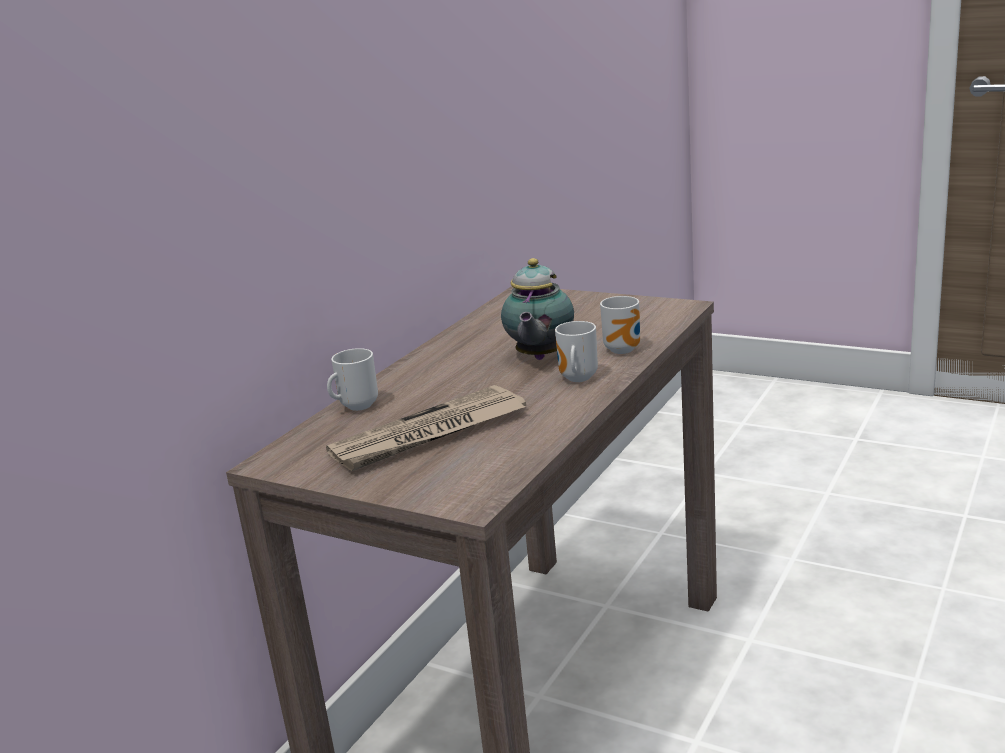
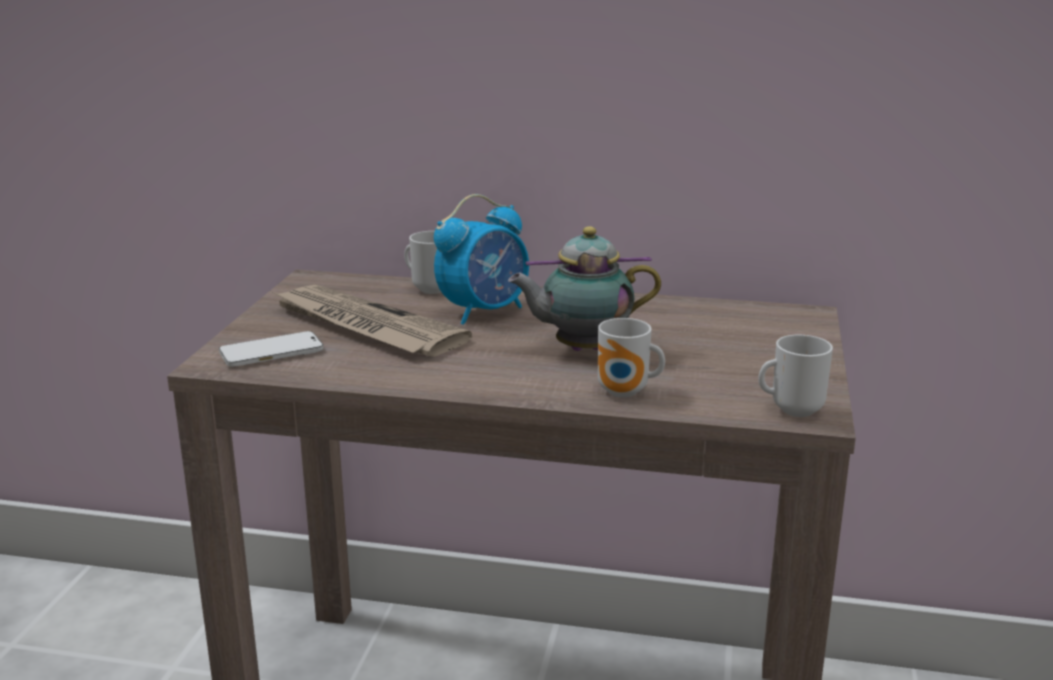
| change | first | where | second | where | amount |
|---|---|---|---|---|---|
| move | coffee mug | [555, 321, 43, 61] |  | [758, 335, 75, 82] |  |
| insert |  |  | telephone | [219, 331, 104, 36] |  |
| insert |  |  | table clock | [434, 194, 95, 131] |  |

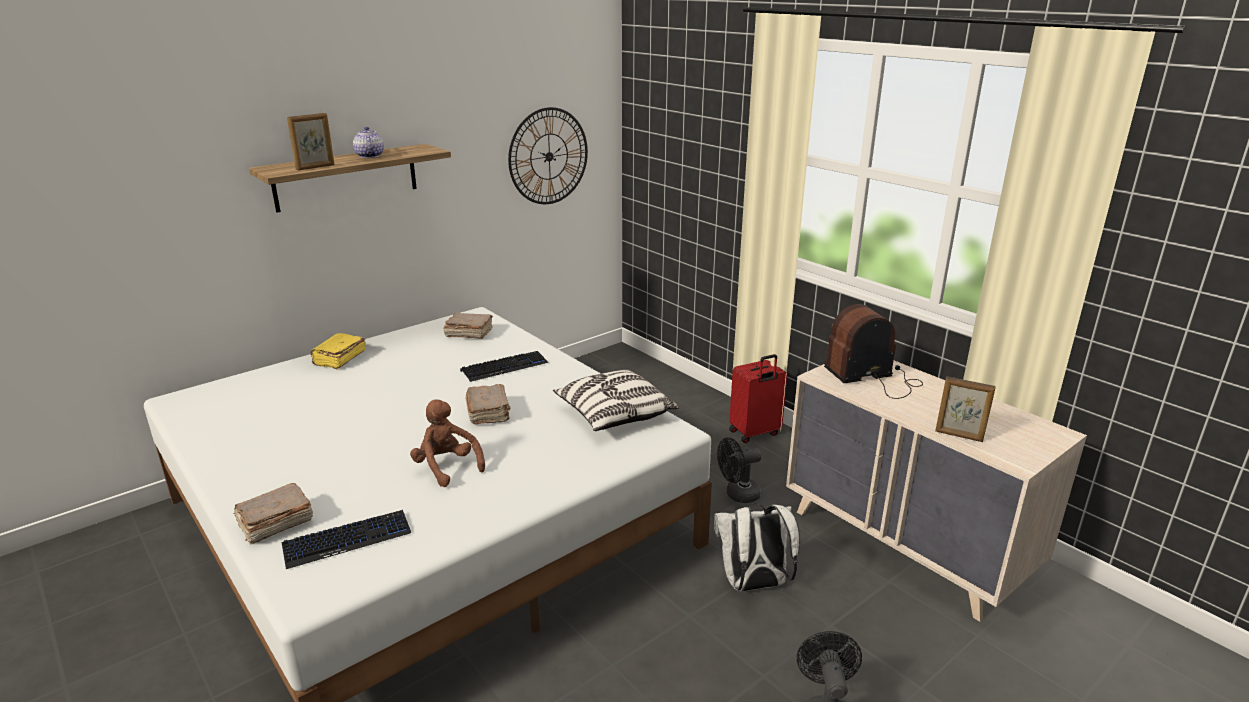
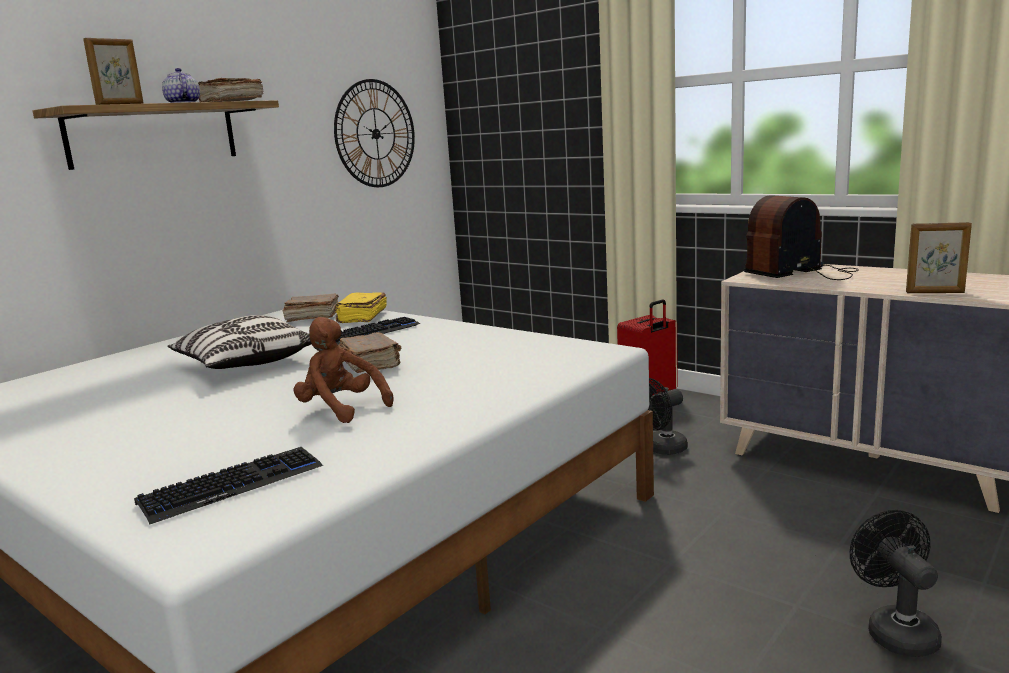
| change | first | where | second | where | amount |
|---|---|---|---|---|---|
| move | brownish volume | [234, 483, 79, 62] |  | [198, 78, 65, 24] |  |
| move | yellow-coloured volume | [311, 333, 55, 37] |  | [335, 292, 52, 31] |  |
| move | throw pillow | [553, 370, 126, 61] |  | [167, 315, 145, 54] |  |
| delete | white backpack | [714, 503, 86, 88] |  |  |  |

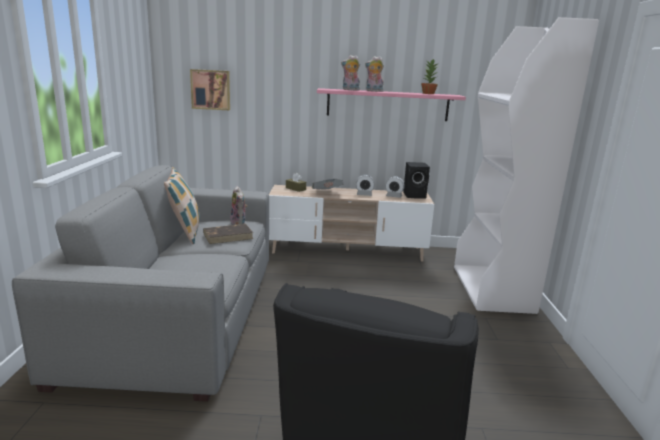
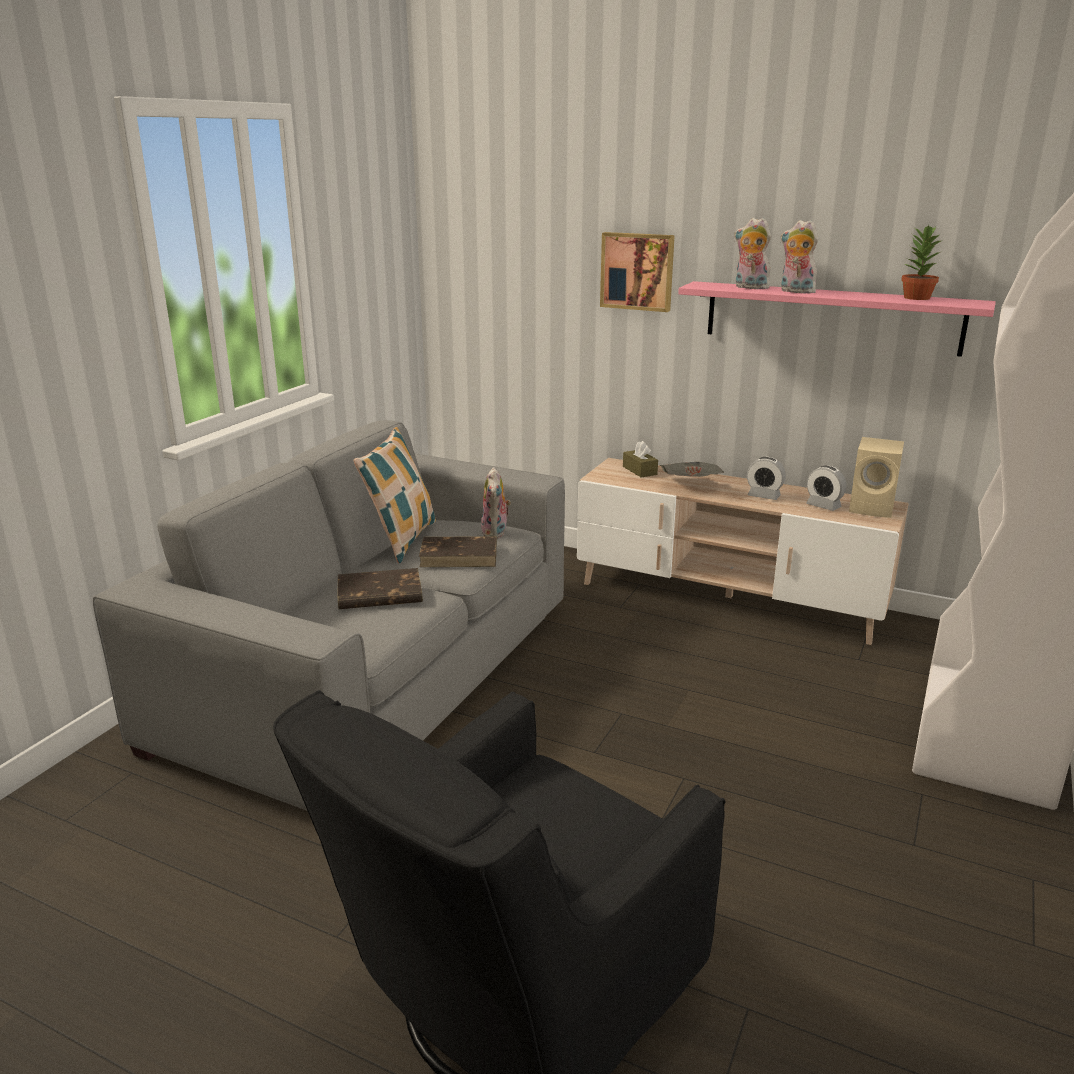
| change | first | where | second | where | amount |
|---|---|---|---|---|---|
| move | wall art | [190, 69, 40, 41] |  | [600, 232, 75, 80] |  |
| recolor | black speaker | [403, 162, 27, 37] | beige-coloured speaker | [849, 437, 55, 81] |  |
| insert |  |  | brownish volume | [338, 568, 85, 41] |  |

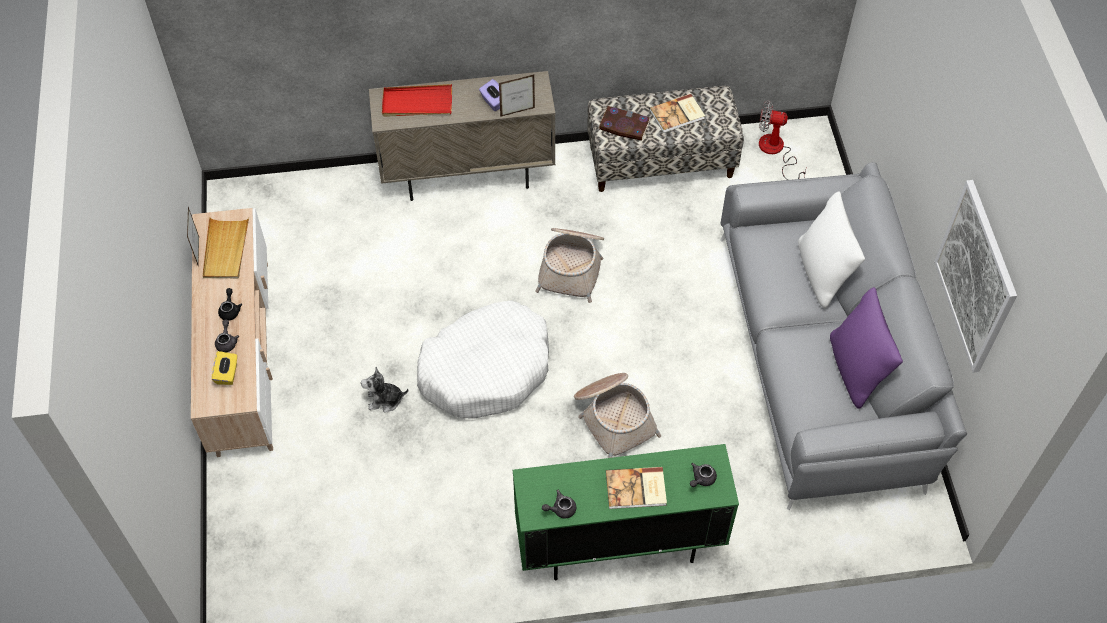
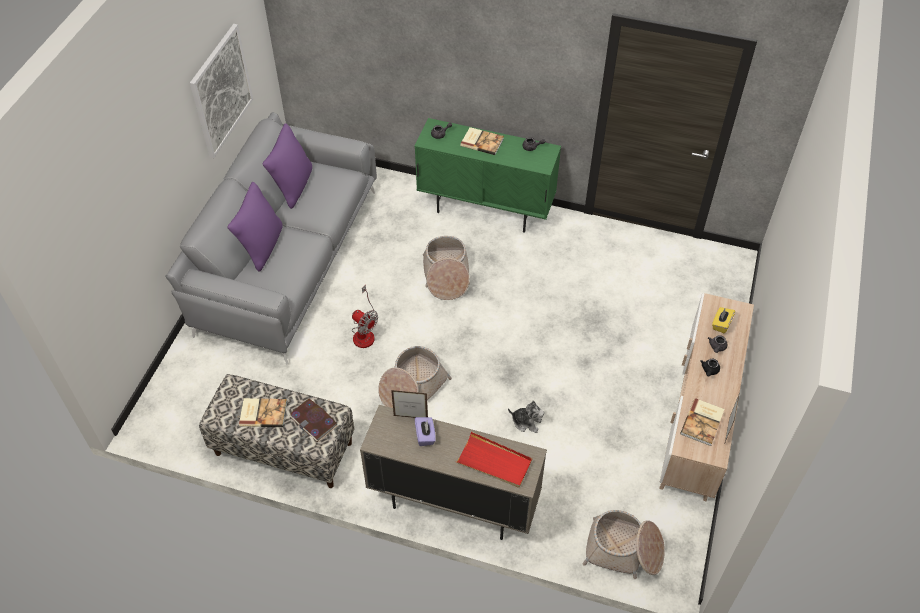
| change | first | where | second | where | amount |
|---|---|---|---|---|---|
| replace | beige-coloured carrying tray | [202, 217, 47, 61] | volume | [680, 398, 44, 48] |  |
| move | cuddly toy | [361, 367, 47, 46] |  | [508, 401, 36, 32] |  |
| delete | white dog bed | [417, 300, 132, 119] |  |  |  |
| move | cooling fan | [759, 101, 47, 79] |  | [352, 285, 26, 63] |  |
| recolor | white throw pillow | [798, 191, 67, 117] | purple-coloured throw pillow | [227, 182, 55, 90] |  |
| insert |  |  | basket | [583, 510, 82, 69] |  |

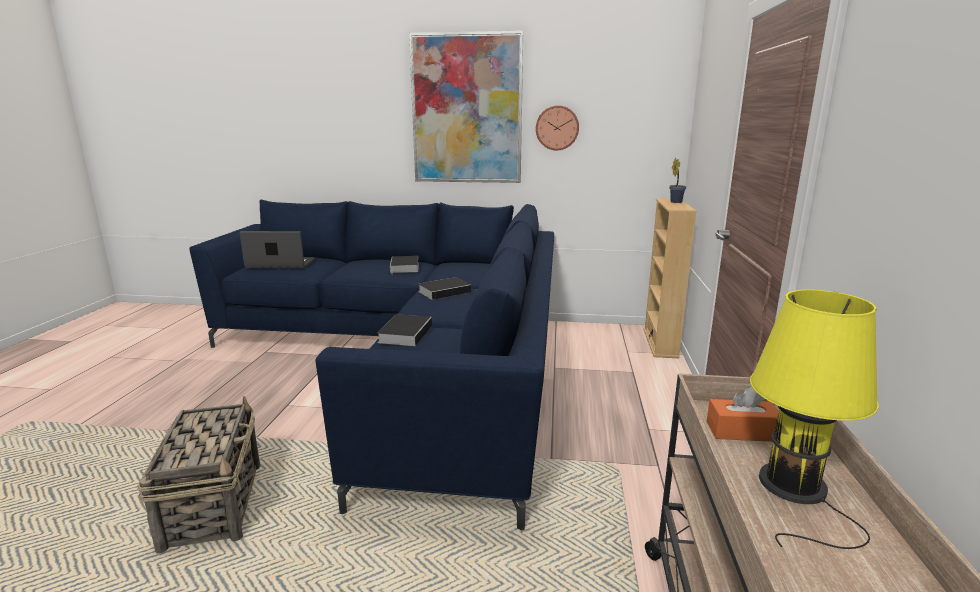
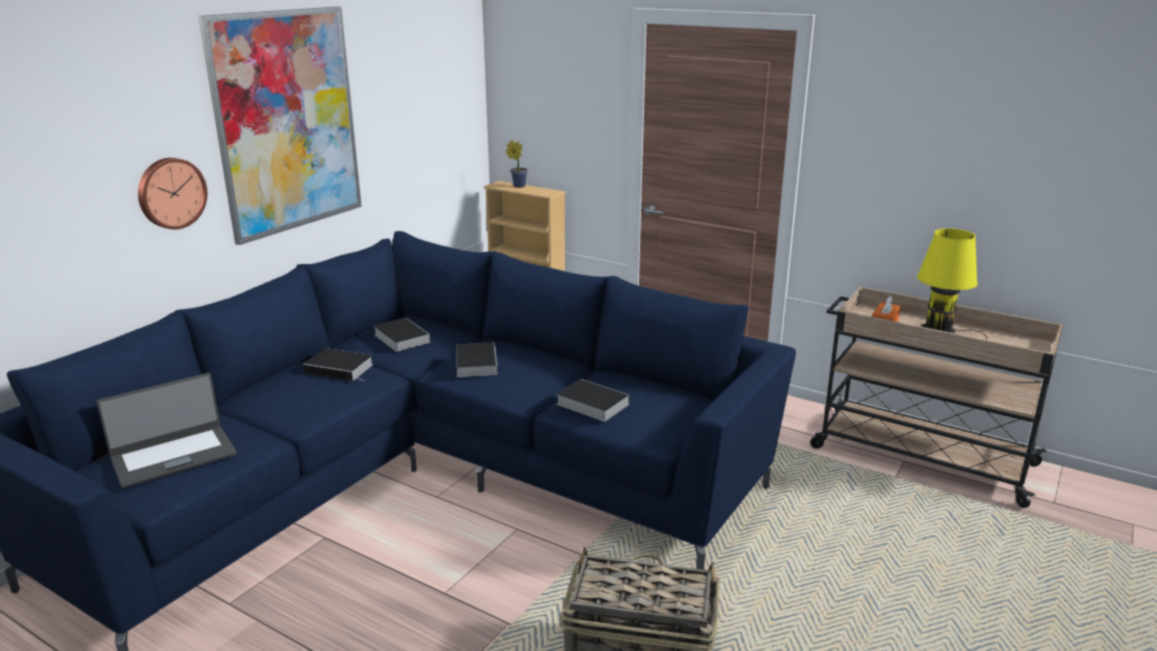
| change | first | where | second | where | amount |
|---|---|---|---|---|---|
| rotate | portable computer | [239, 231, 76, 37] |  | [96, 373, 141, 115] | 150 degrees counterclockwise |
| move | hanging clock | [536, 105, 43, 45] |  | [138, 158, 69, 71] |  |
| insert |  |  | volume | [373, 318, 57, 34] |  |

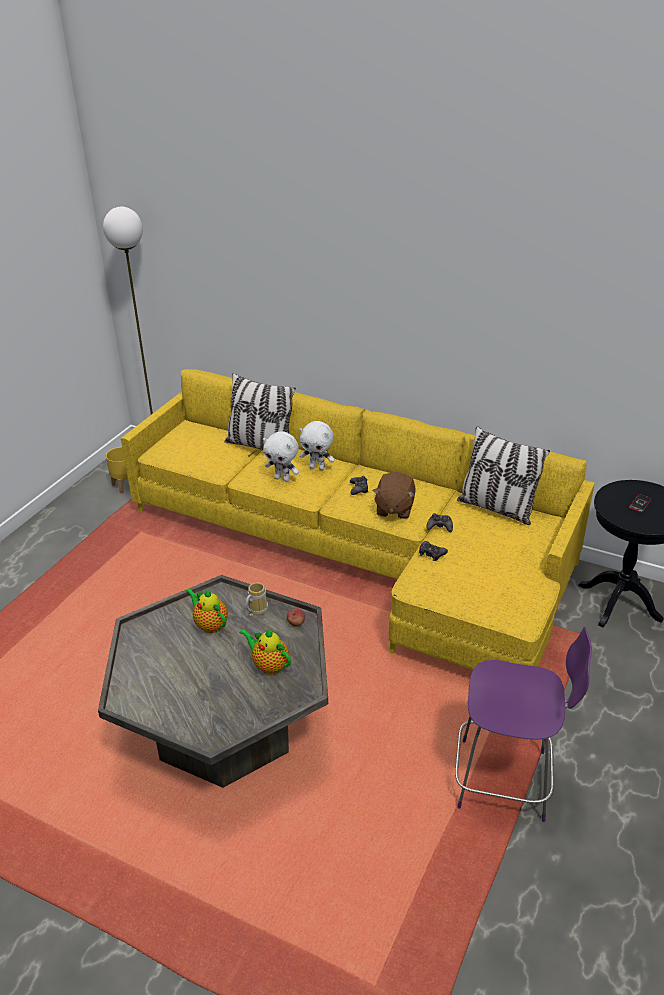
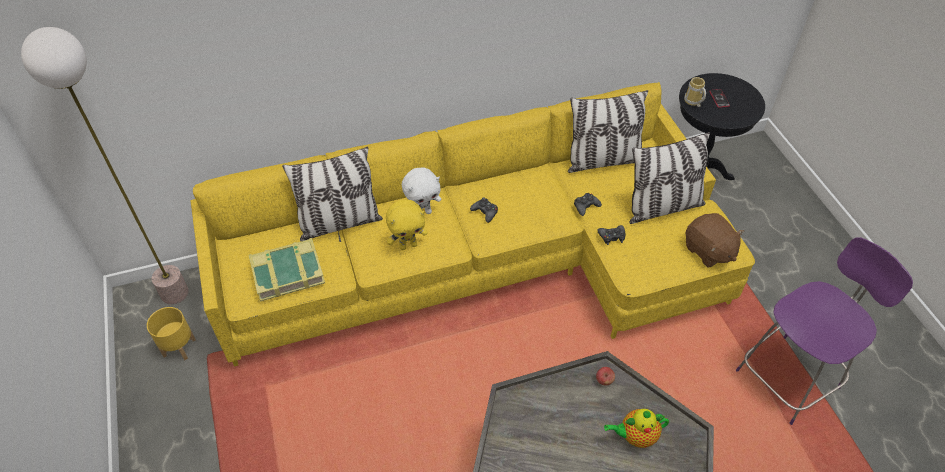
| change | first | where | second | where | amount |
|---|---|---|---|---|---|
| delete | pot for tea | [185, 588, 43, 45] |  |  |  |
| move | coffee mug | [245, 582, 24, 35] |  | [684, 77, 22, 30] |  |
| recolor | white cuddly toy | [263, 431, 36, 51] | yellow-coloured cuddly toy | [386, 200, 42, 50] |  |
| move | brownish cuddly toy | [373, 472, 42, 47] |  | [686, 213, 58, 55] |  |
| insert |  |  | volume | [249, 238, 76, 64] |  |
| insert |  |  | throw pillow | [629, 132, 81, 92] |  |

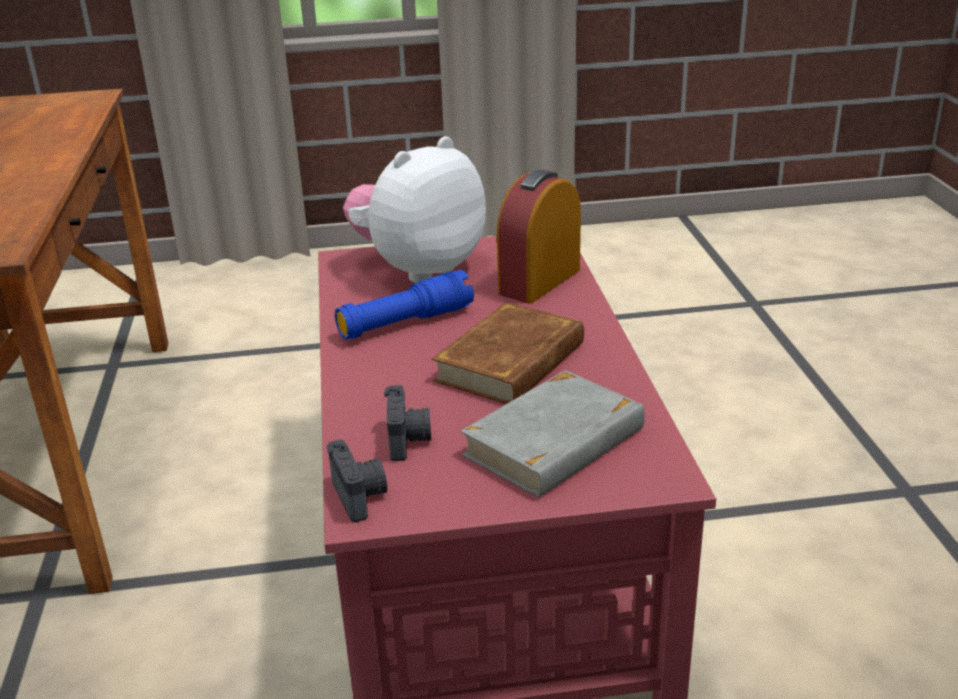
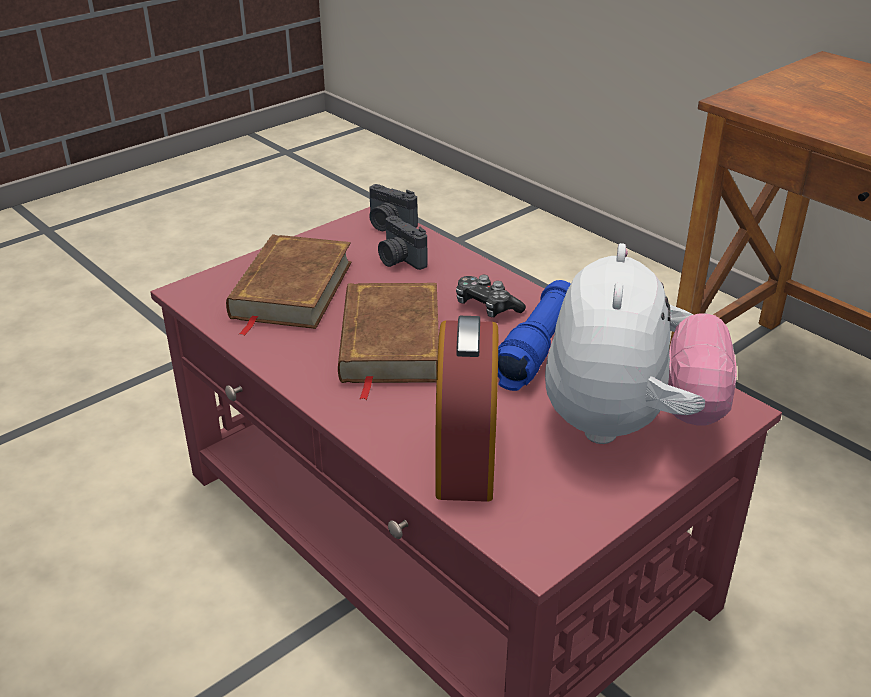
| change | first | where | second | where | amount |
|---|---|---|---|---|---|
| recolor | grey volume | [460, 370, 185, 128] | brownish volume | [226, 234, 126, 102] |  |
| insert |  |  | gamepad | [456, 275, 70, 42] |  |

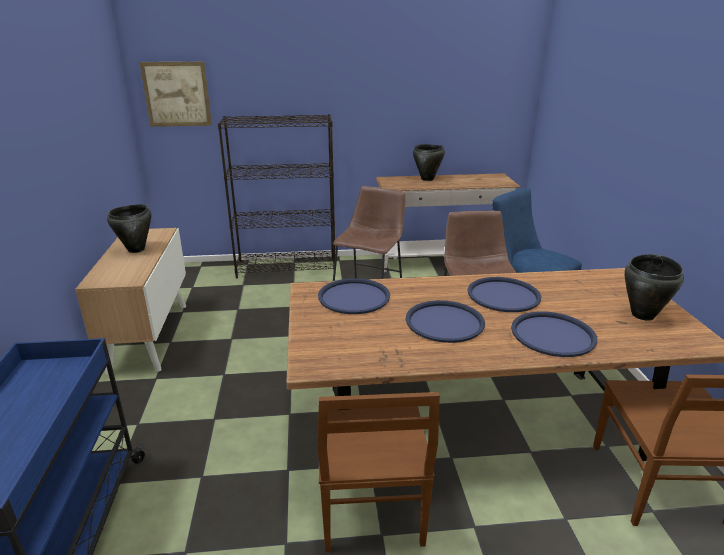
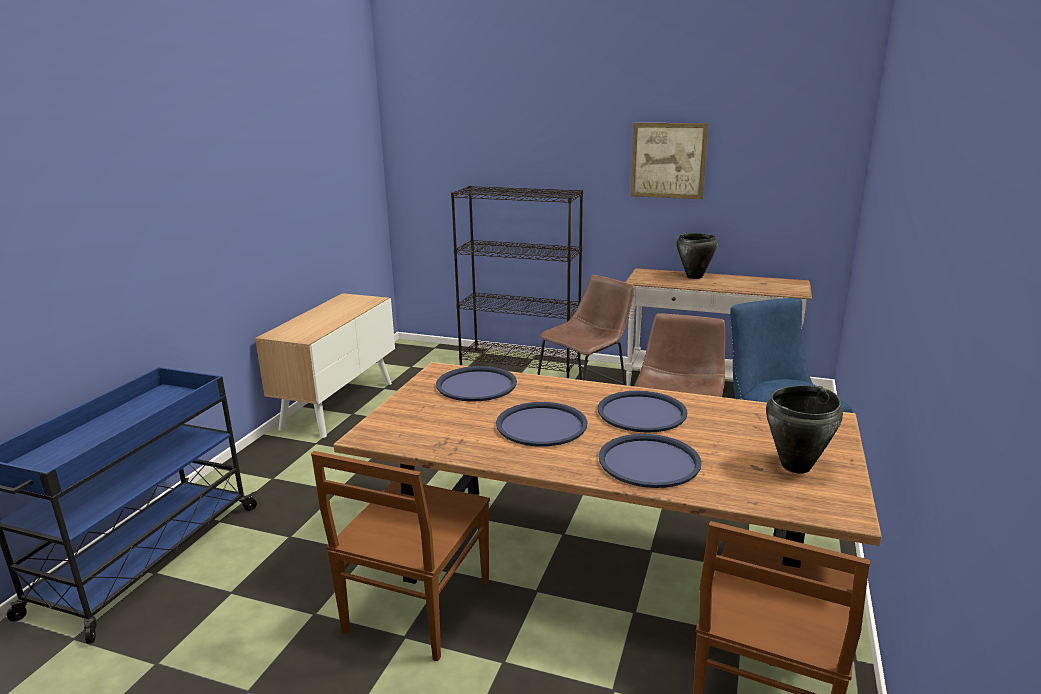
| change | first | where | second | where | amount |
|---|---|---|---|---|---|
| delete | black saucepot | [107, 204, 44, 49] |  |  |  |
| move | wall art | [140, 62, 72, 65] |  | [631, 123, 78, 76] |  |

